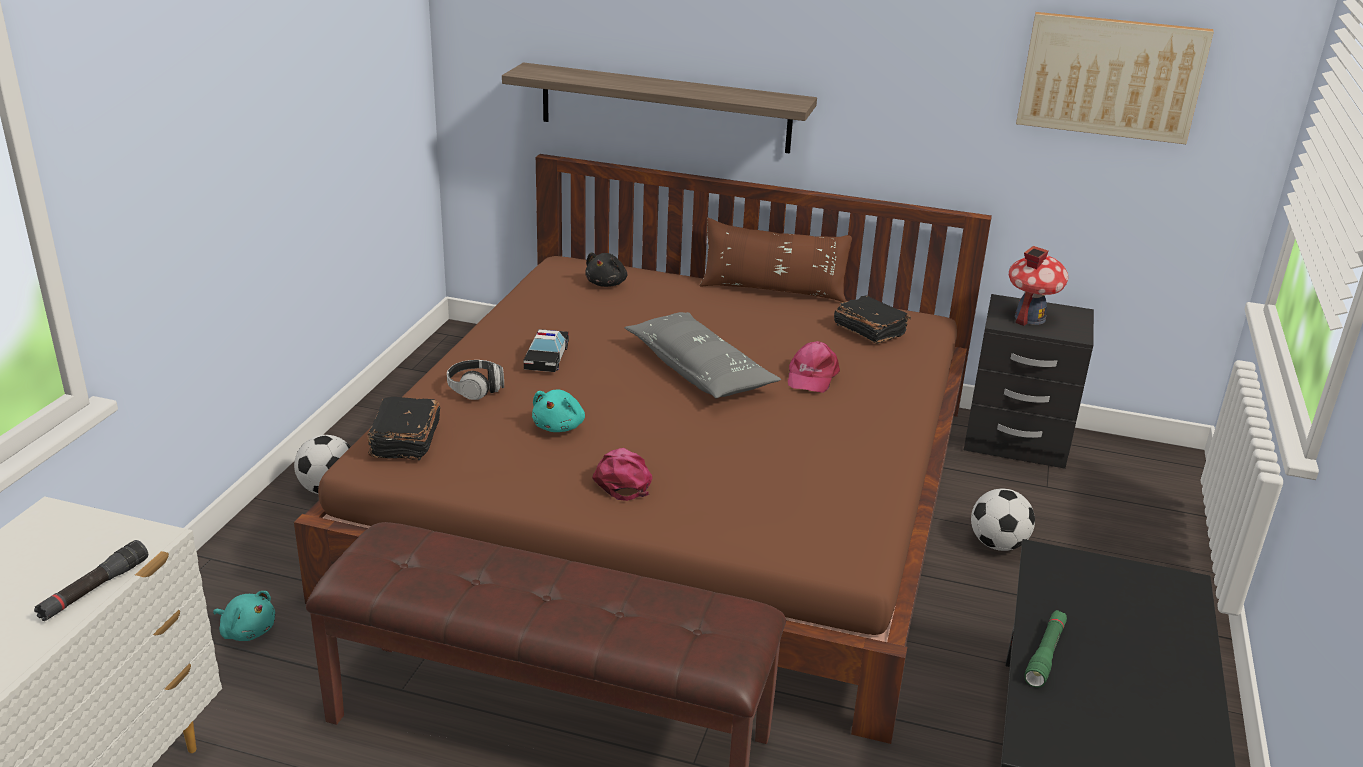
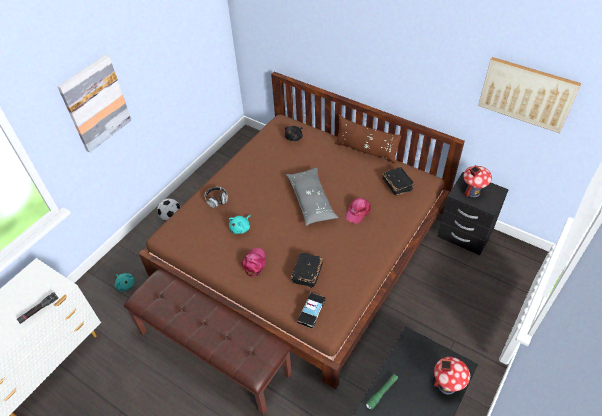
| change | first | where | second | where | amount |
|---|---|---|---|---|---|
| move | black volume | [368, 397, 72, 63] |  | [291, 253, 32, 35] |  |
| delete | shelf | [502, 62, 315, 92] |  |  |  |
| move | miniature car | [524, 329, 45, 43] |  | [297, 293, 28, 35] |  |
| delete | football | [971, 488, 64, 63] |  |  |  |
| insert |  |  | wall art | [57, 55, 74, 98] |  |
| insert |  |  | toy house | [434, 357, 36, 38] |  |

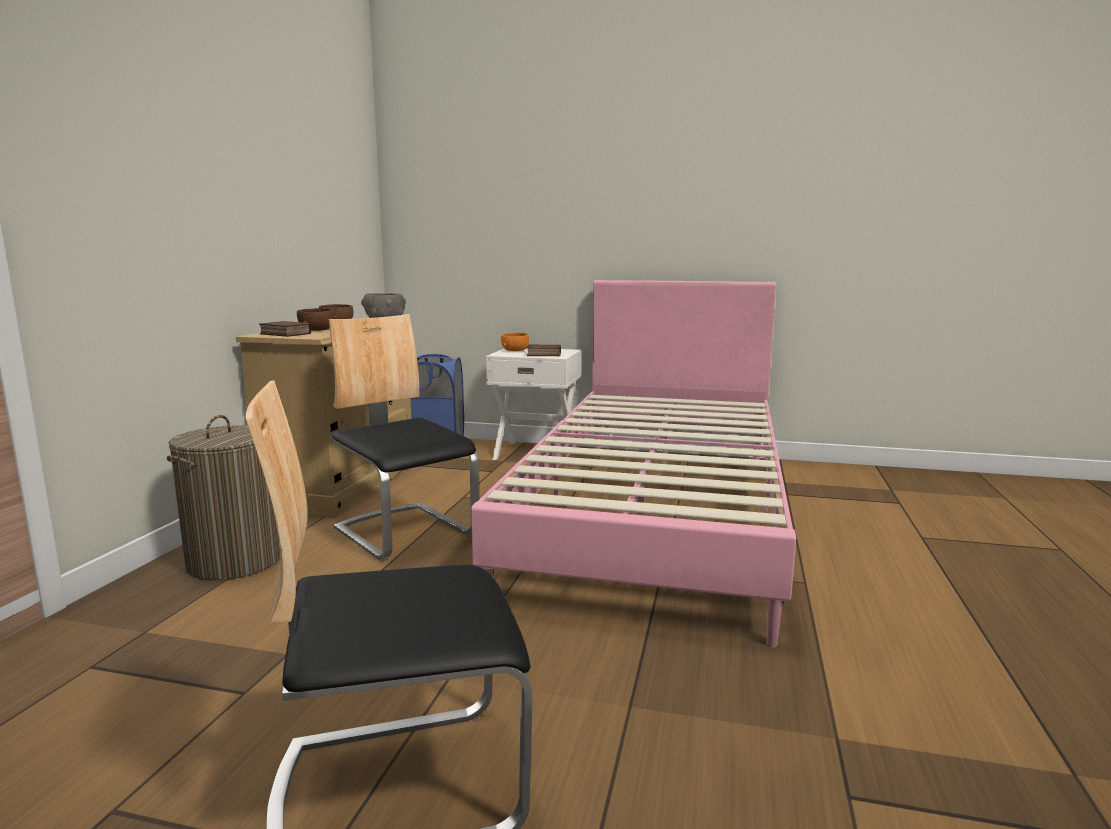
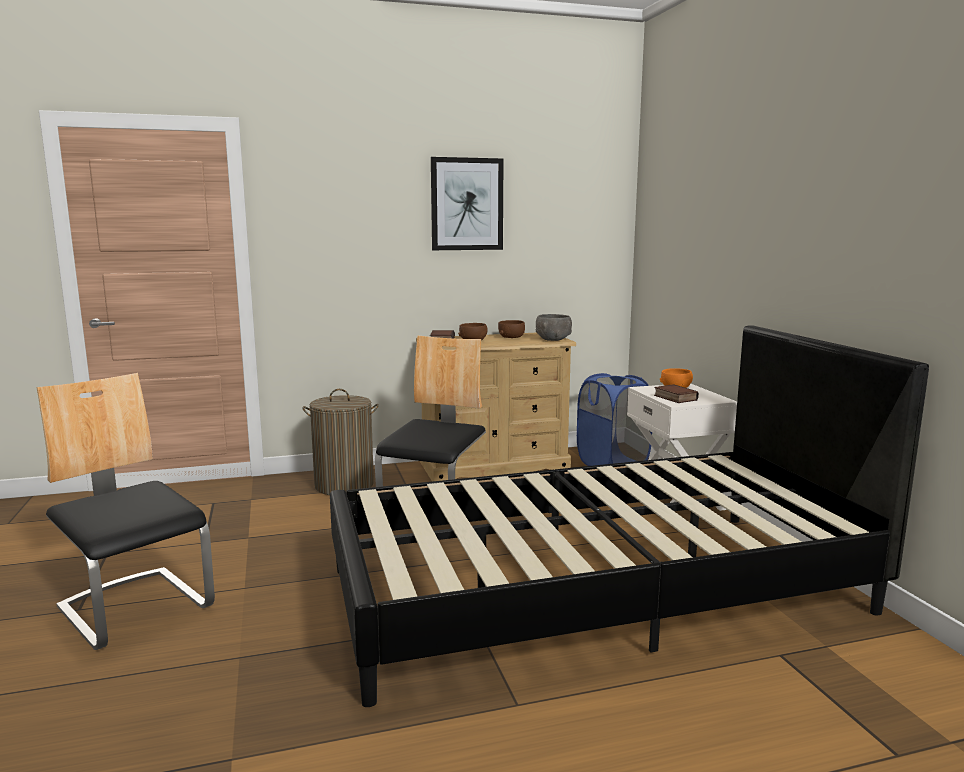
| change | first | where | second | where | amount |
|---|---|---|---|---|---|
| recolor | pinkish bedroom bed | [471, 280, 325, 368] | black bedroom bed | [330, 325, 599, 382] |  |
| insert |  |  | wall art | [431, 157, 73, 93] |  |

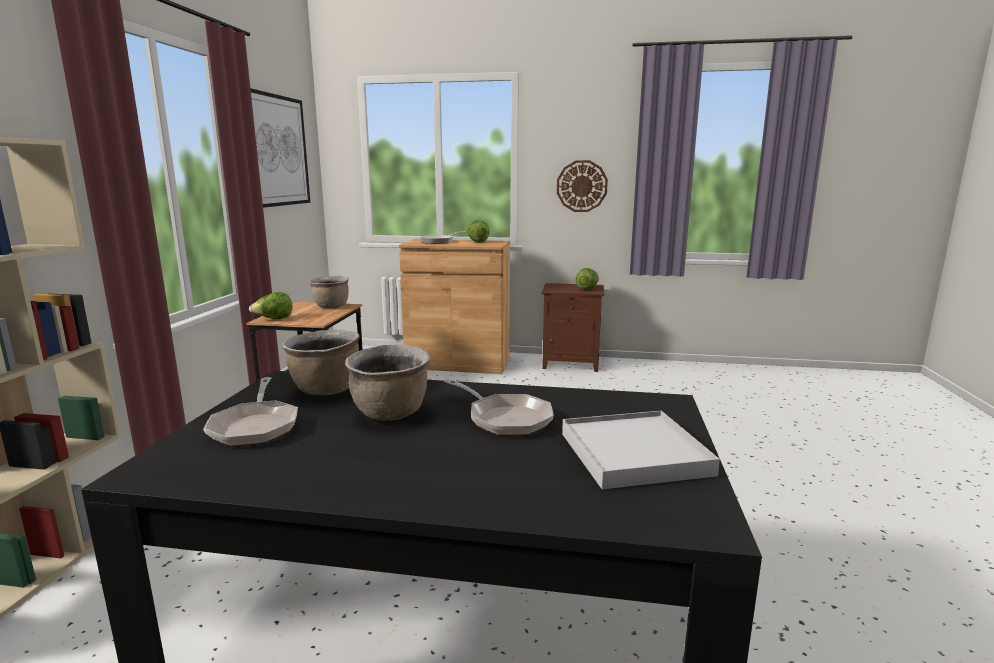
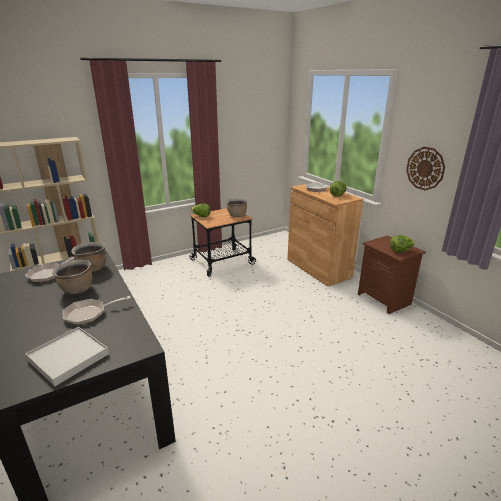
| change | first | where | second | where | amount |
|---|---|---|---|---|---|
| delete | wall art | [250, 88, 60, 120] |  |  |  |
| rotate | pan | [443, 379, 111, 57] |  | [63, 296, 68, 29] | 60 degrees clockwise |

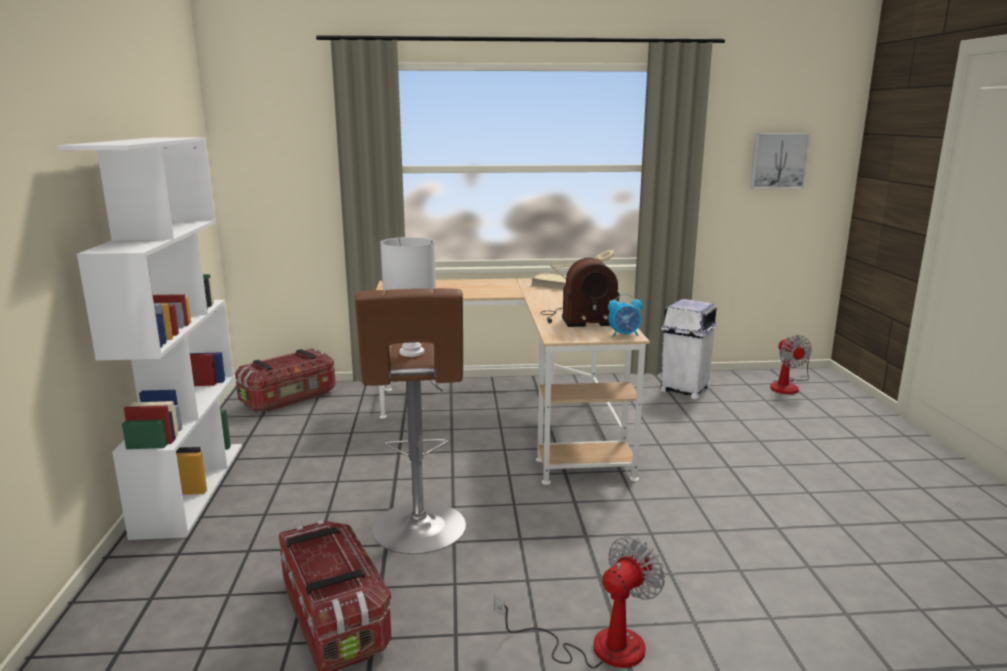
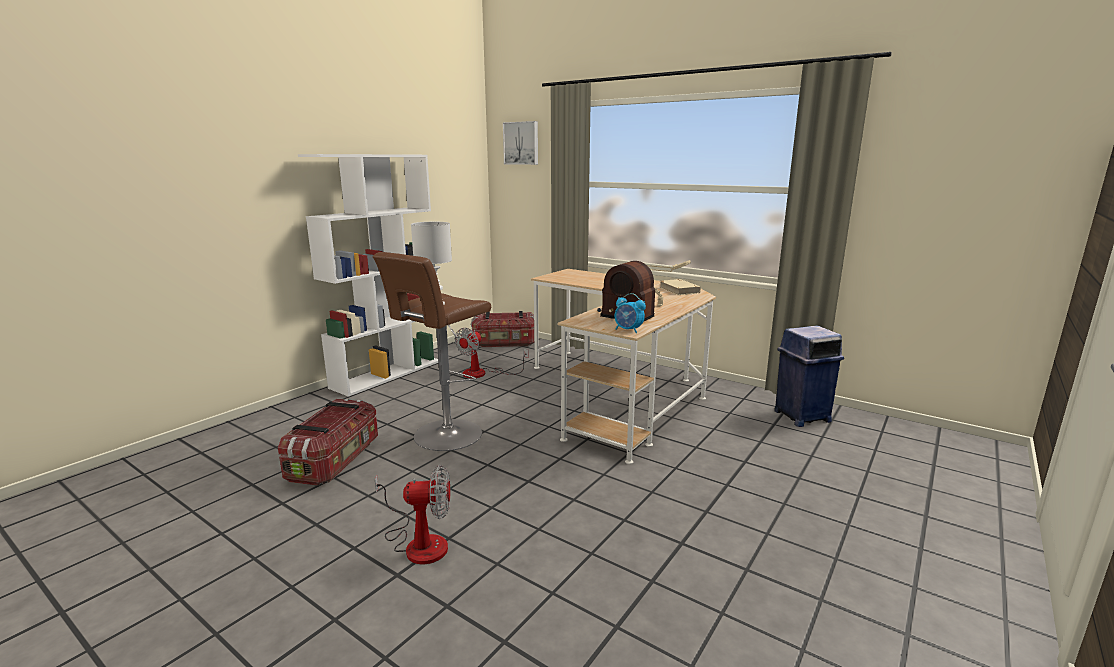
| change | first | where | second | where | amount |
|---|---|---|---|---|---|
| recolor | white rubbish bin | [660, 299, 57, 100] | blue rubbish bin | [774, 325, 70, 102] |  |
| move | wall art | [750, 133, 61, 56] |  | [503, 121, 35, 44] |  |
| move | cooling fan | [770, 335, 42, 59] |  | [455, 328, 74, 50] |  |

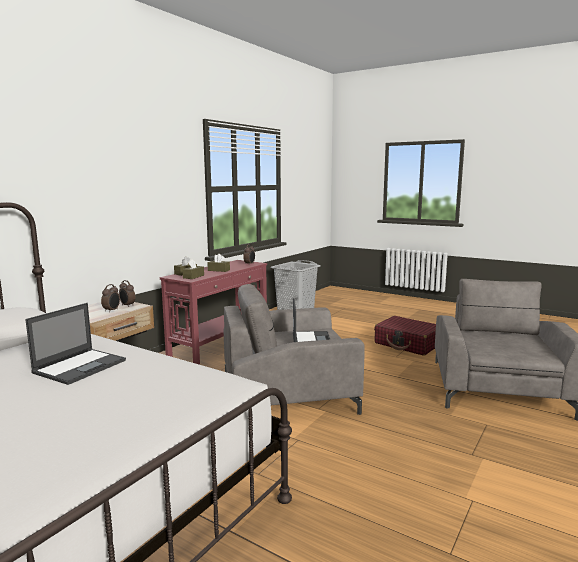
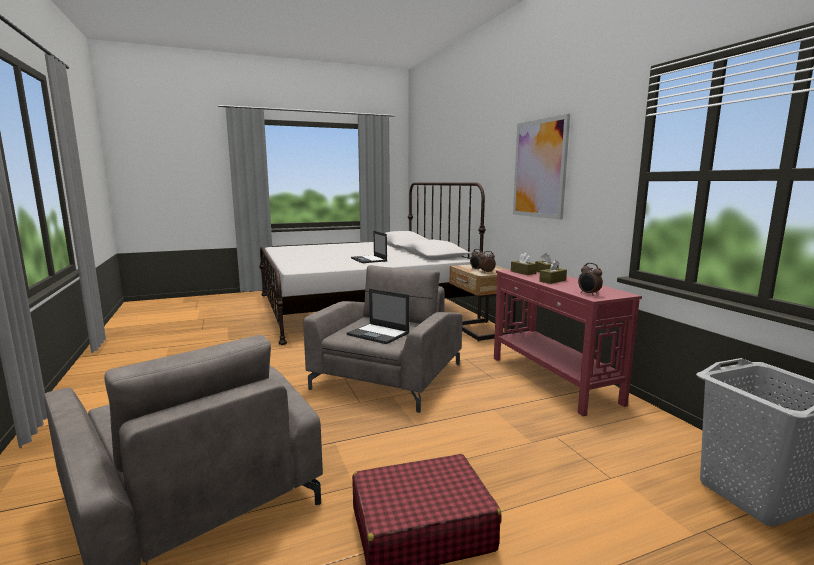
| change | first | where | second | where | amount |
|---|---|---|---|---|---|
| insert |  |  | wall art | [513, 114, 57, 106] |  |

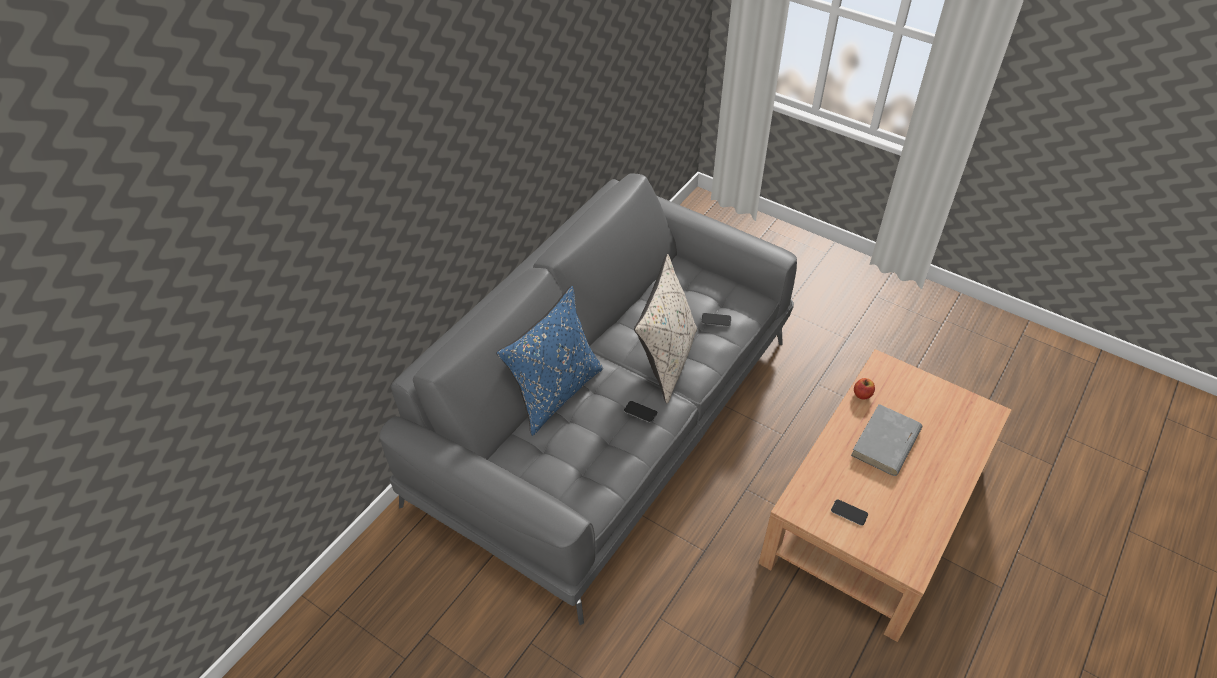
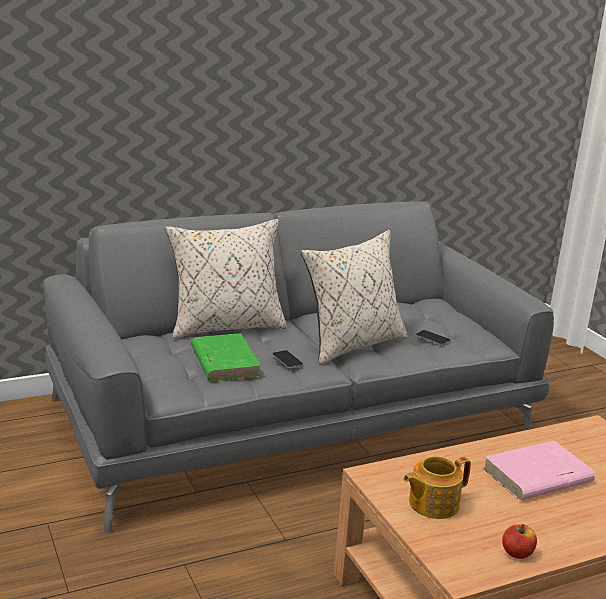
| change | first | where | second | where | amount |
|---|---|---|---|---|---|
| recolor | blue throw pillow | [496, 286, 107, 150] | beige-coloured throw pillow | [165, 219, 122, 120] |  |
| replace | telephone | [831, 499, 37, 27] | pot for tea | [403, 456, 68, 63] |  |
| recolor | grey volume | [851, 404, 71, 72] | pinkish volume | [483, 440, 112, 60] |  |
| move | apple | [854, 378, 21, 21] |  | [502, 524, 35, 35] |  |
| insert |  |  | green volume | [191, 333, 70, 48] |  |

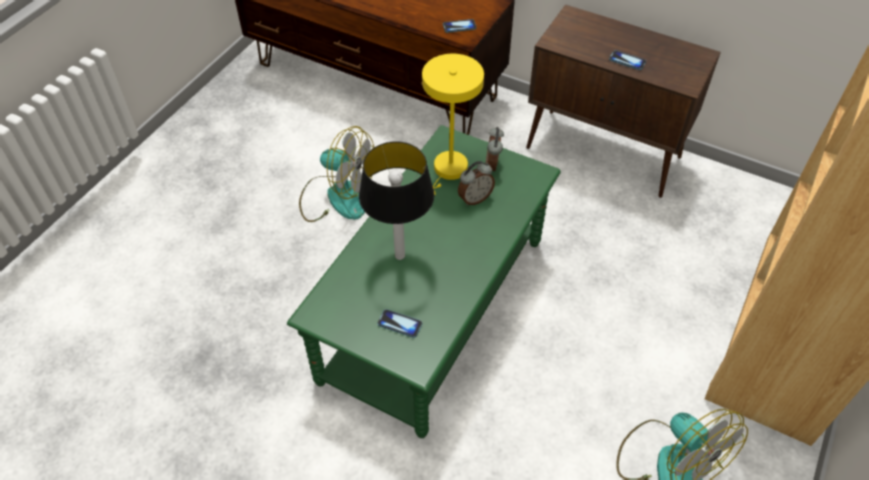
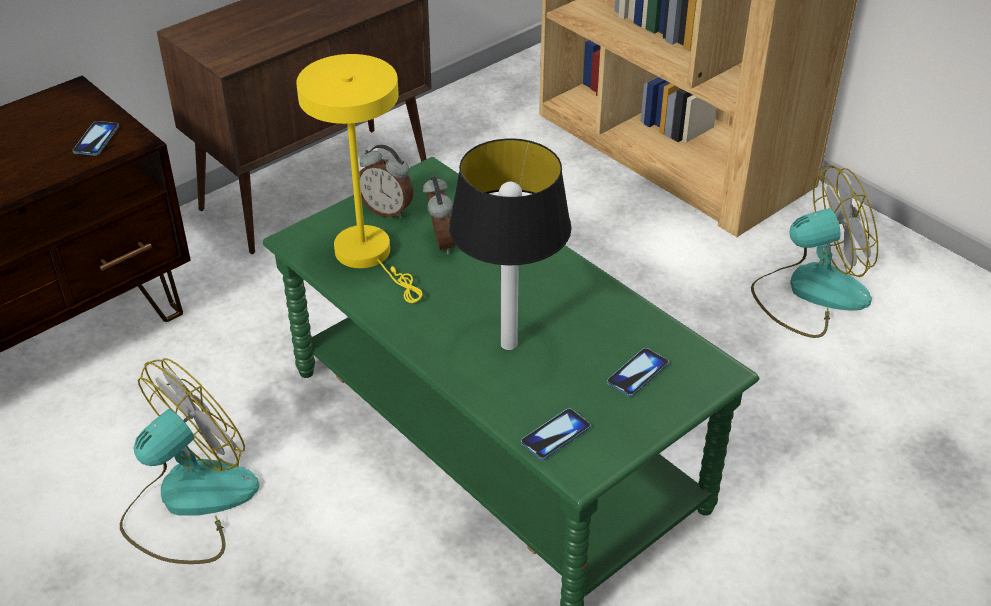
| change | first | where | second | where | amount |
|---|---|---|---|---|---|
| move | telephone | [609, 50, 37, 20] |  | [521, 408, 70, 52] |  |

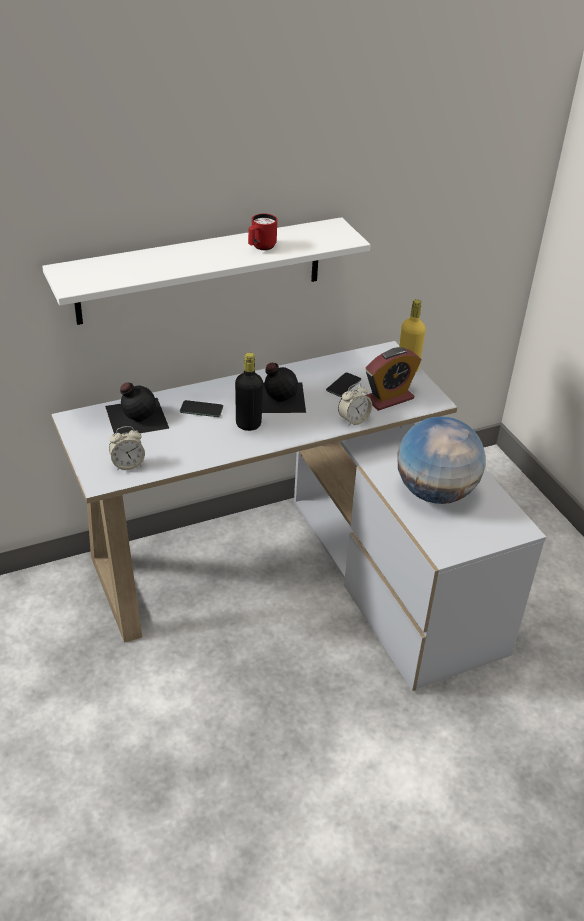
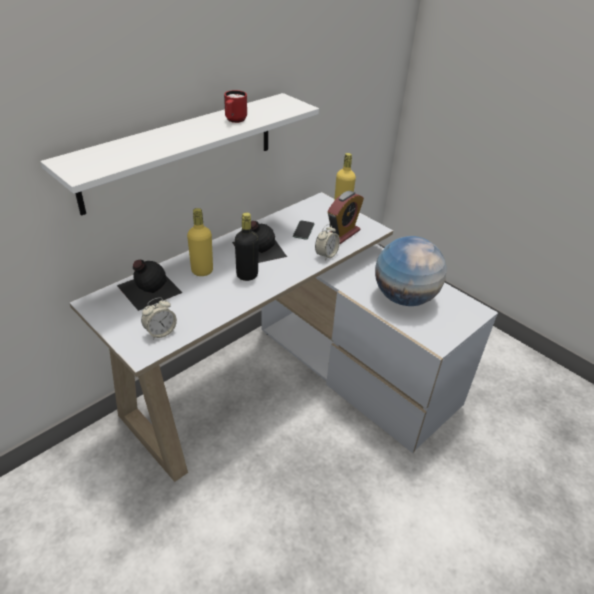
| change | first | where | second | where | amount |
|---|---|---|---|---|---|
| replace | telephone | [180, 400, 43, 17] | yellow-coloured bottle | [187, 208, 26, 68] |  |

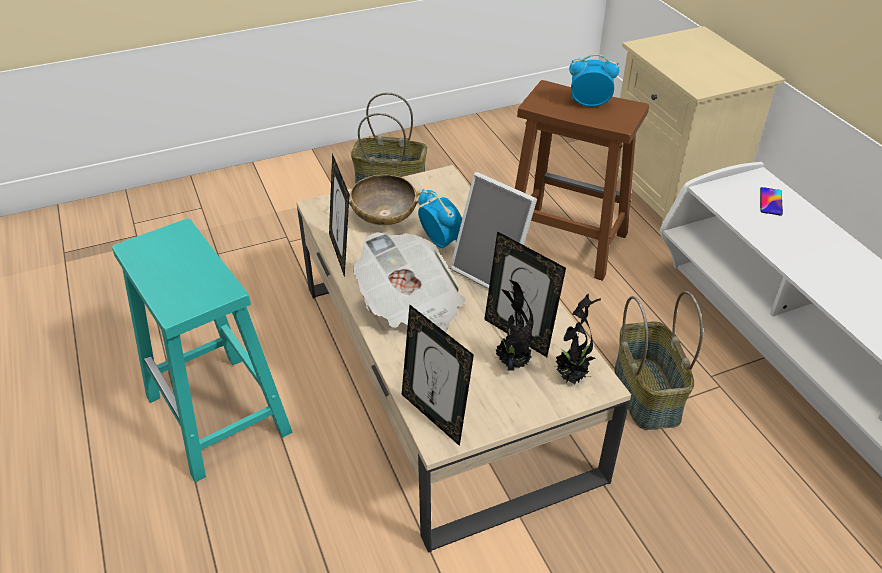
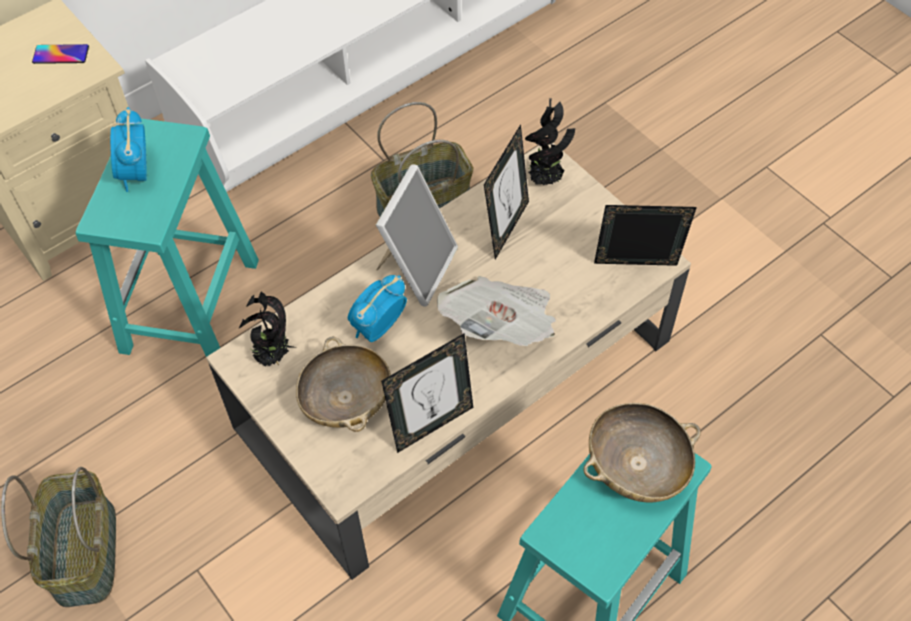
| change | first | where | second | where | amount |
|---|---|---|---|---|---|
| rotate | photo frame | [402, 305, 72, 141] |  | [594, 205, 103, 61] | 120 degrees counterclockwise |
| move | potted plant | [492, 279, 42, 92] |  | [239, 292, 54, 75] |  |
| recolor | brownish stool seat | [515, 80, 134, 201] | turquoise stool seat | [76, 119, 183, 238] |  |
| move | telephone | [760, 187, 23, 29] |  | [32, 44, 57, 20] |  |
| insert |  |  | beige-coloured deep dish | [583, 403, 118, 100] |  |

